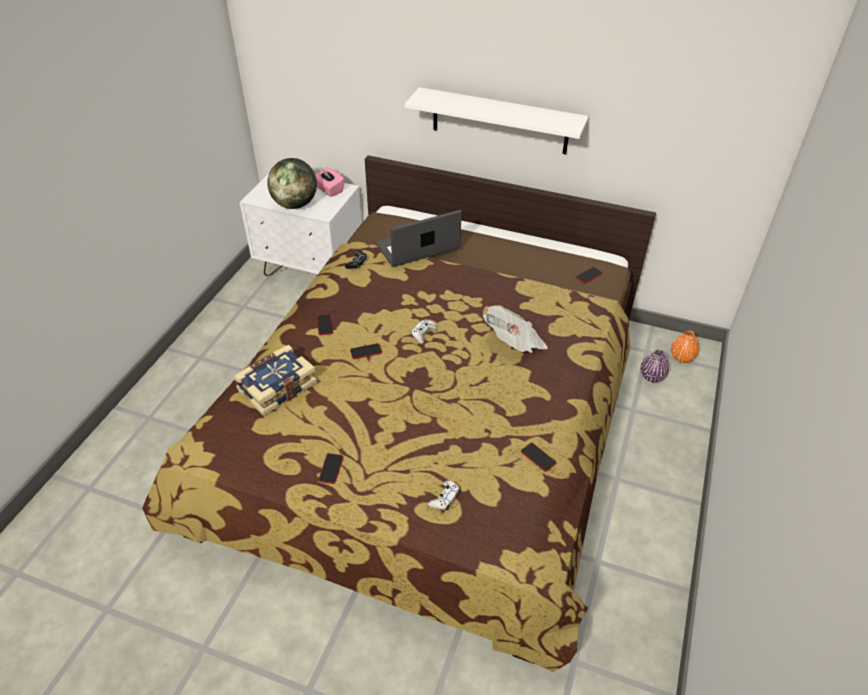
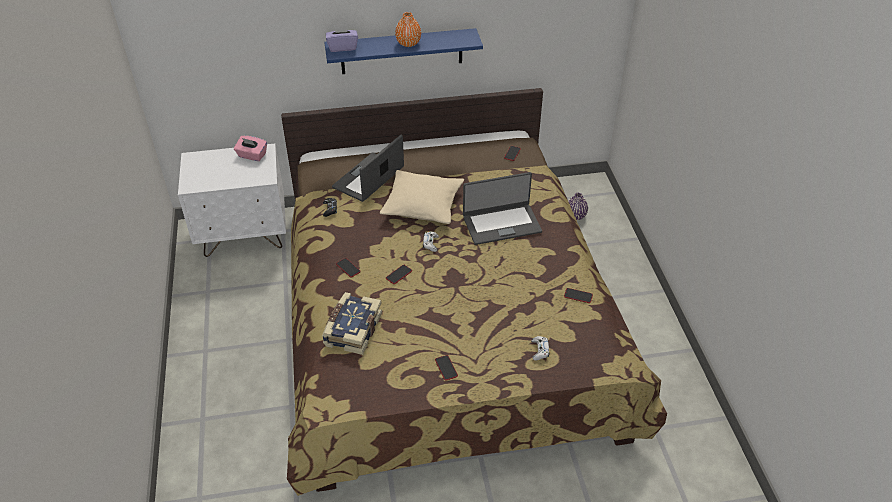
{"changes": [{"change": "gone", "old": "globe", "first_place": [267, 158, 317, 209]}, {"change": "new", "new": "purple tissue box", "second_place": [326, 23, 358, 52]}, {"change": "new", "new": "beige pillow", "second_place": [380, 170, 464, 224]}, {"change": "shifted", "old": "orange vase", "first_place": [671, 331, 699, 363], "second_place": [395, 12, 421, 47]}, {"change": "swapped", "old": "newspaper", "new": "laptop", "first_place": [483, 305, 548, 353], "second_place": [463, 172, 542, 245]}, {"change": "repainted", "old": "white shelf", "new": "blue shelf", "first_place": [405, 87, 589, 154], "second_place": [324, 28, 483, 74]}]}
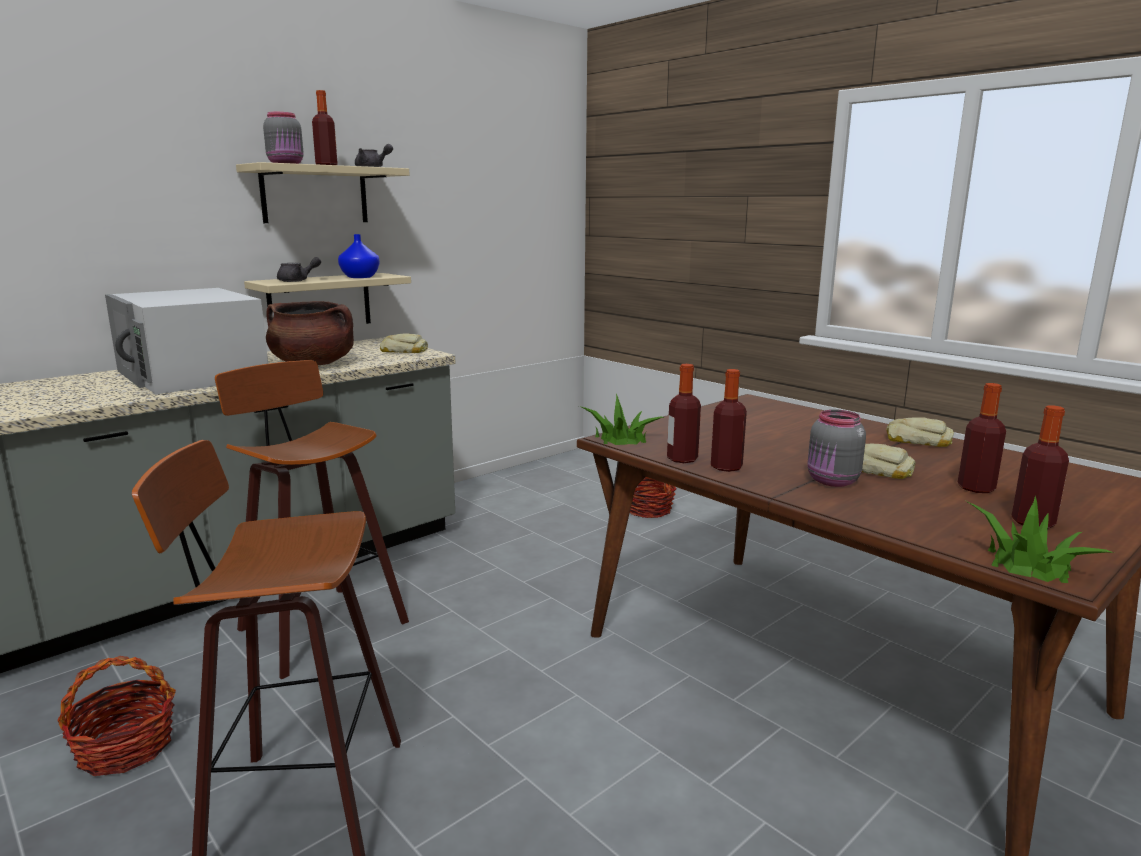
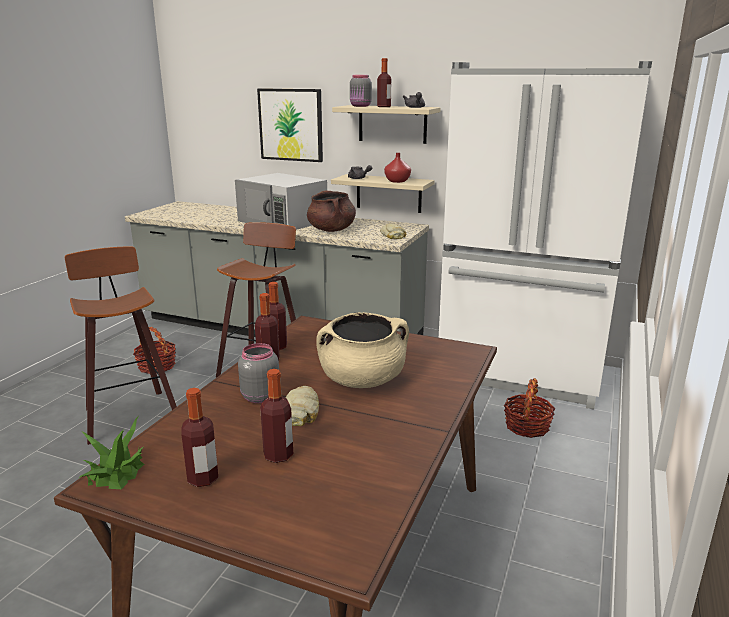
{"changes": [{"change": "gone", "old": "potted plant", "first_place": [579, 394, 664, 445]}, {"change": "gone", "old": "bread", "first_place": [886, 417, 954, 447]}, {"change": "new", "new": "picture", "second_place": [257, 88, 323, 162]}, {"change": "new", "new": "beige cooking pot", "second_place": [316, 312, 409, 388]}, {"change": "new", "new": "white fridge", "second_place": [439, 61, 652, 410]}, {"change": "repainted", "old": "blue vase", "new": "red vase", "first_place": [338, 234, 380, 278], "second_place": [384, 153, 411, 183]}, {"change": "rotated", "old": "white microwave", "first_place": [105, 288, 268, 394], "second_place": [235, 173, 327, 230], "degrees": -75}]}
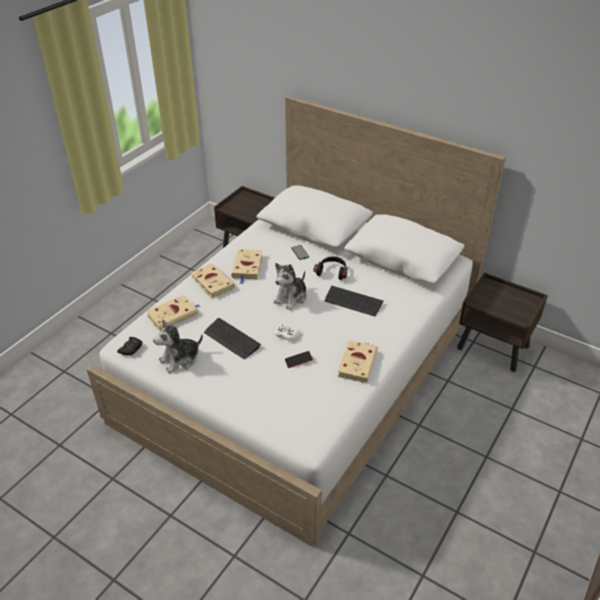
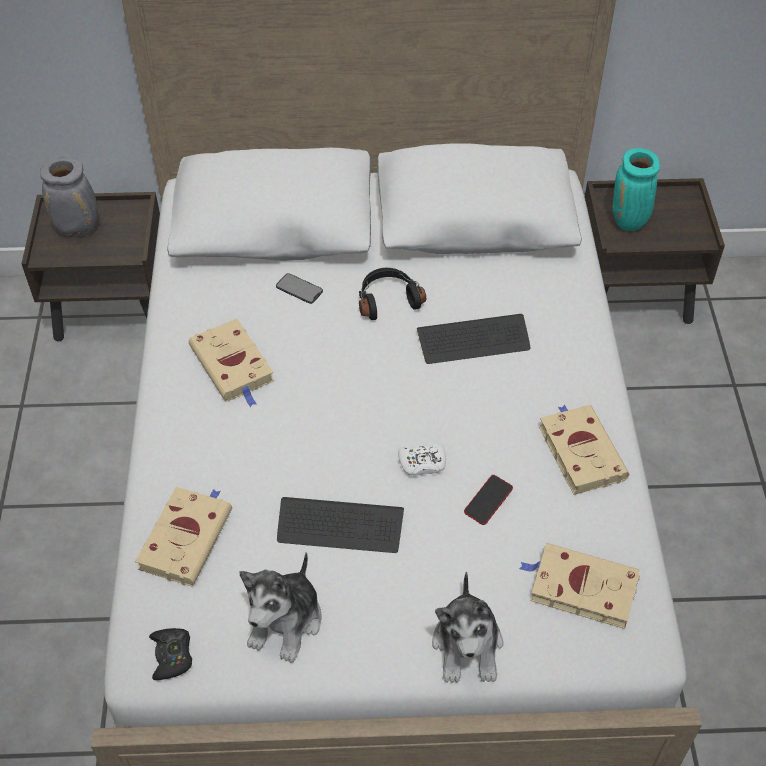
{"changes": [{"change": "new", "new": "grey vase", "second_place": [40, 158, 98, 237]}, {"change": "new", "new": "turquoise vase", "second_place": [613, 148, 660, 231]}, {"change": "shifted", "old": "beige book", "first_place": [191, 263, 235, 298], "second_place": [519, 543, 640, 629]}, {"change": "shifted", "old": "plush toy", "first_place": [274, 263, 307, 310], "second_place": [432, 572, 503, 683]}]}
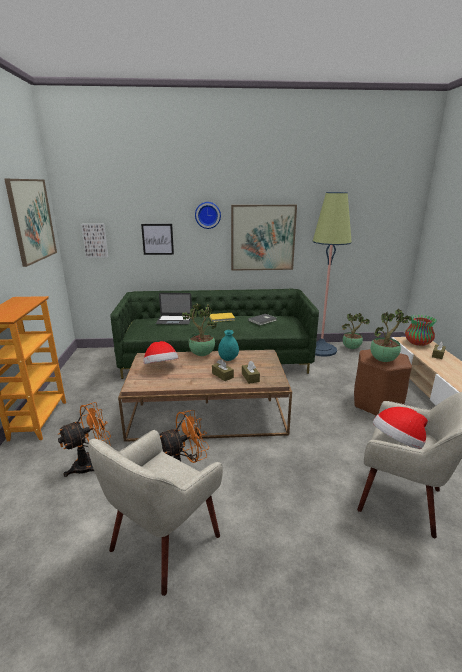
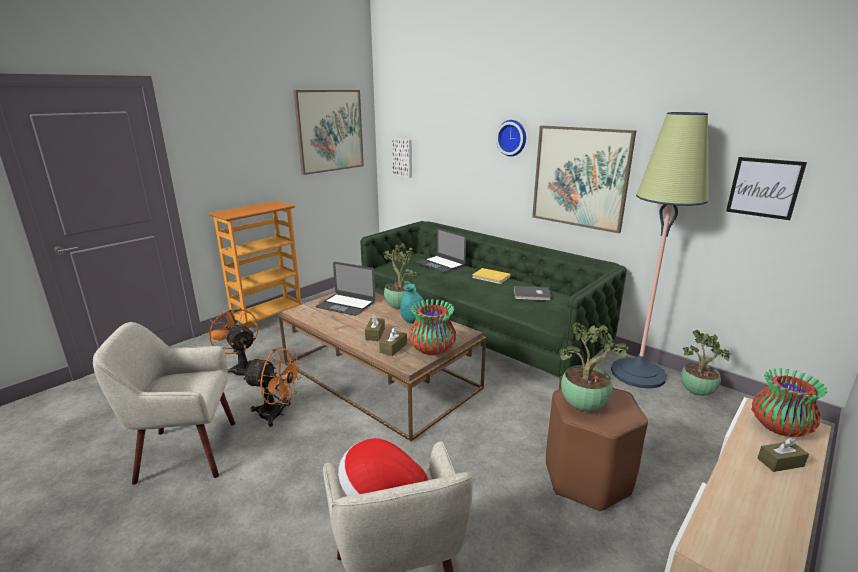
{"changes": [{"change": "new", "new": "vase", "second_place": [409, 299, 456, 355]}, {"change": "shifted", "old": "picture", "first_place": [141, 224, 174, 255], "second_place": [726, 157, 807, 220]}, {"change": "swapped", "old": "hat", "new": "laptop", "first_place": [143, 341, 178, 364], "second_place": [315, 262, 375, 316]}, {"change": "rotated", "old": "orange fan", "first_place": [58, 402, 111, 477], "second_place": [206, 306, 258, 376], "degrees": -135}]}
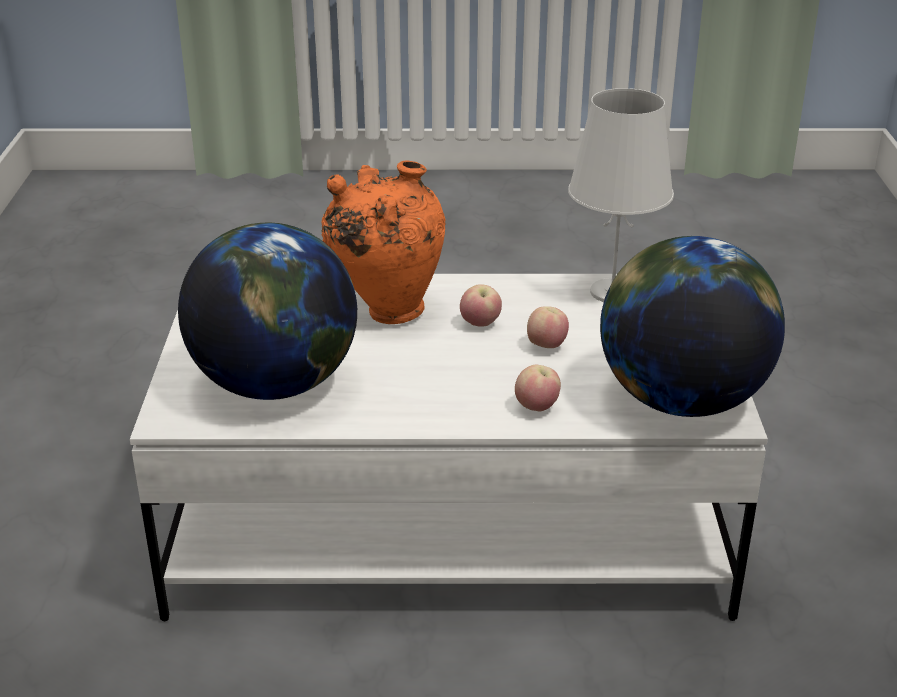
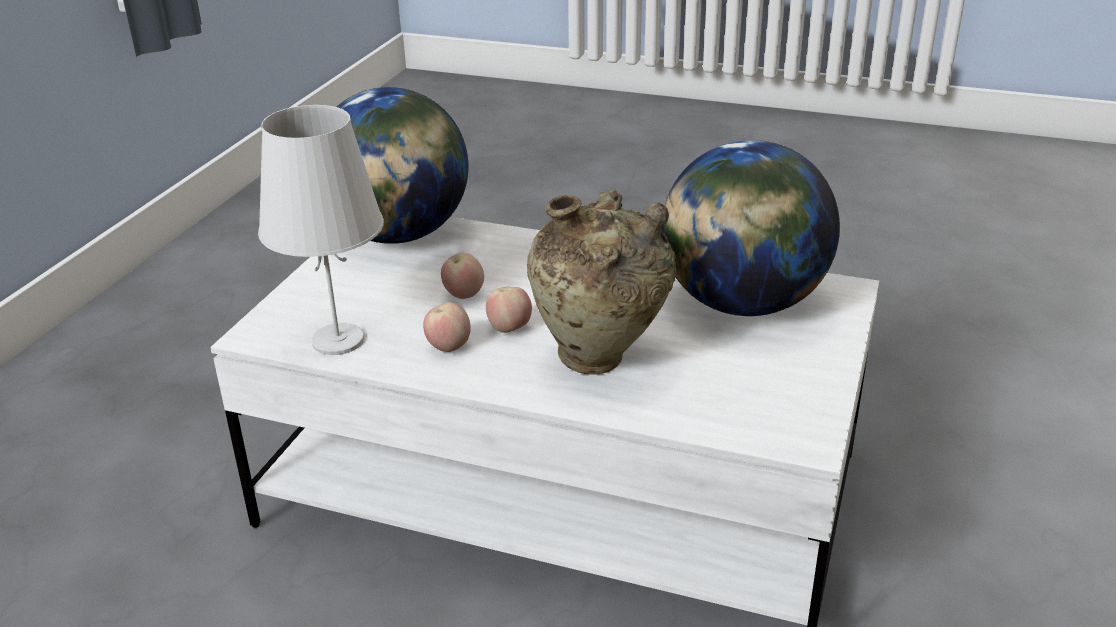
{"changes": [{"change": "shifted", "old": "apple", "first_place": [515, 365, 561, 411], "second_place": [423, 302, 471, 352]}, {"change": "repainted", "old": "orange vase", "new": "beige vase", "first_place": [321, 160, 446, 324], "second_place": [527, 189, 676, 375]}]}
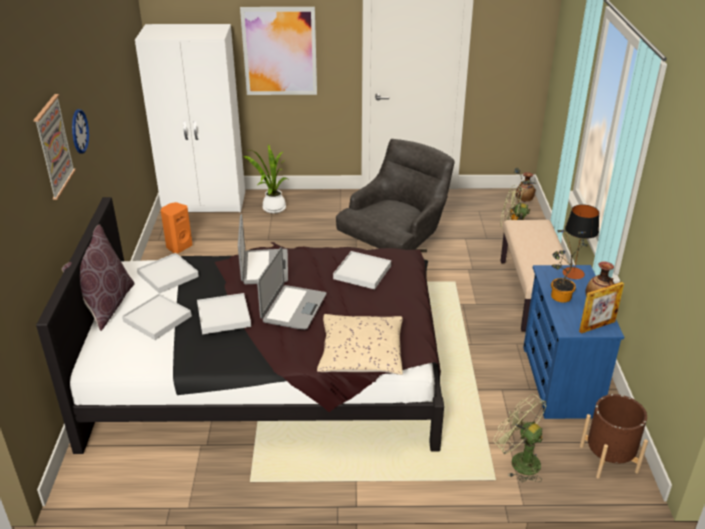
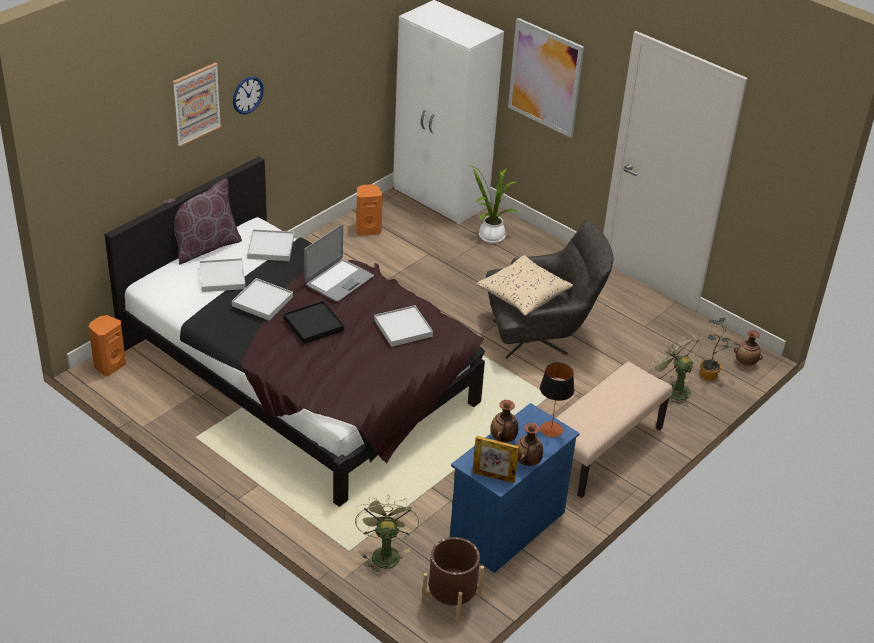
{"changes": [{"change": "new", "new": "orange speaker", "second_place": [89, 315, 126, 376]}, {"change": "shifted", "old": "beige pillow", "first_place": [317, 314, 403, 375], "second_place": [476, 255, 573, 316]}, {"change": "swapped", "old": "laptop", "new": "black tray", "first_place": [257, 247, 327, 330], "second_place": [284, 301, 344, 344]}, {"change": "swapped", "old": "potted plant", "new": "vase", "first_place": [551, 230, 588, 303], "second_place": [490, 400, 519, 442]}]}
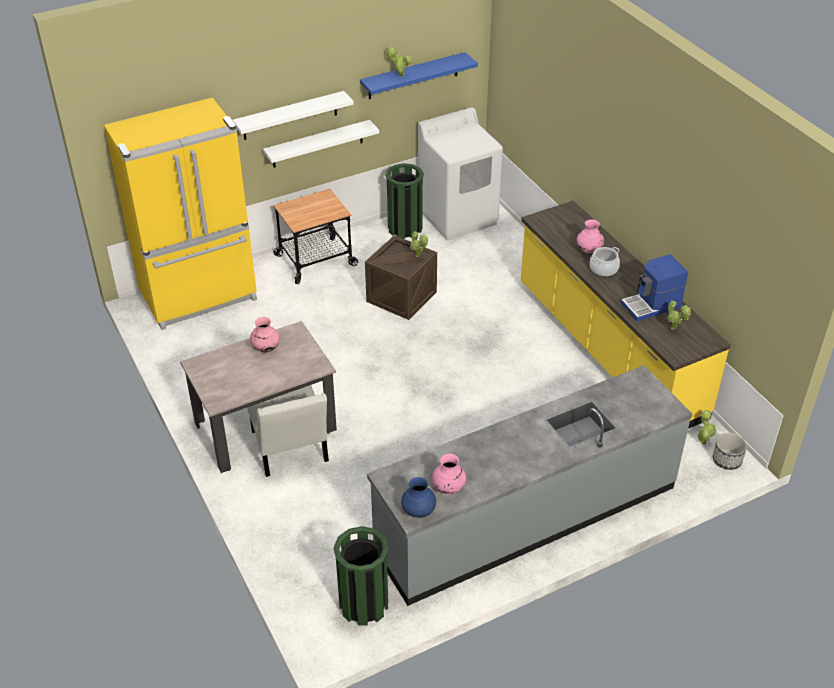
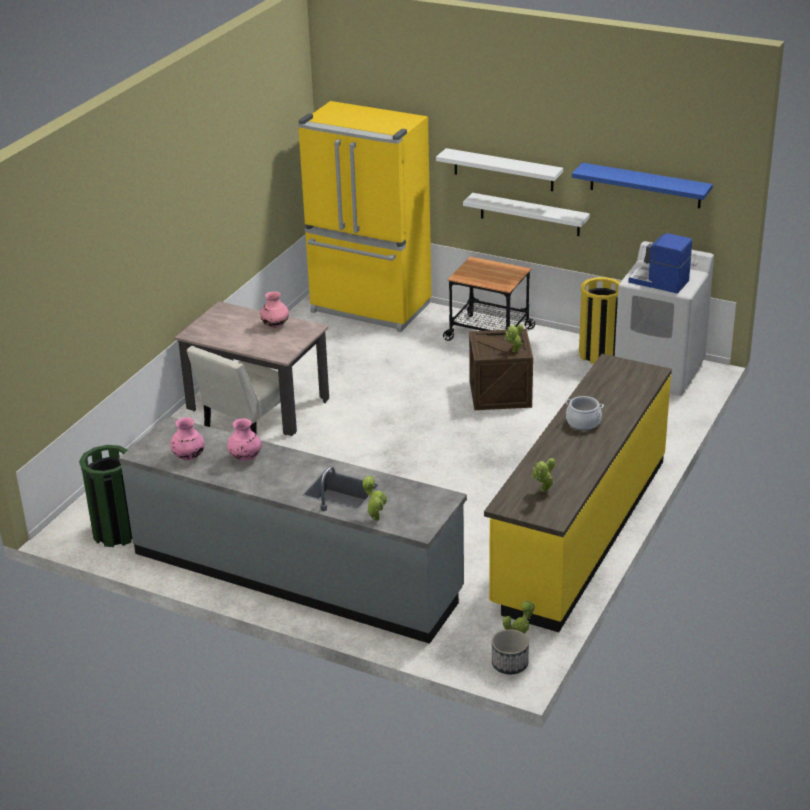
{"changes": [{"change": "gone", "old": "blue vase", "first_place": [401, 477, 436, 518]}, {"change": "shifted", "old": "potted plant", "first_place": [386, 47, 411, 77], "second_place": [363, 476, 387, 521]}, {"change": "shifted", "old": "pink vase", "first_place": [577, 220, 604, 253], "second_place": [227, 418, 262, 461]}, {"change": "shifted", "old": "coffee machine", "first_place": [621, 255, 688, 322], "second_place": [629, 233, 692, 294]}, {"change": "repainted", "old": "green trash can", "new": "yellow trash can", "first_place": [385, 163, 424, 239], "second_place": [579, 277, 620, 364]}]}
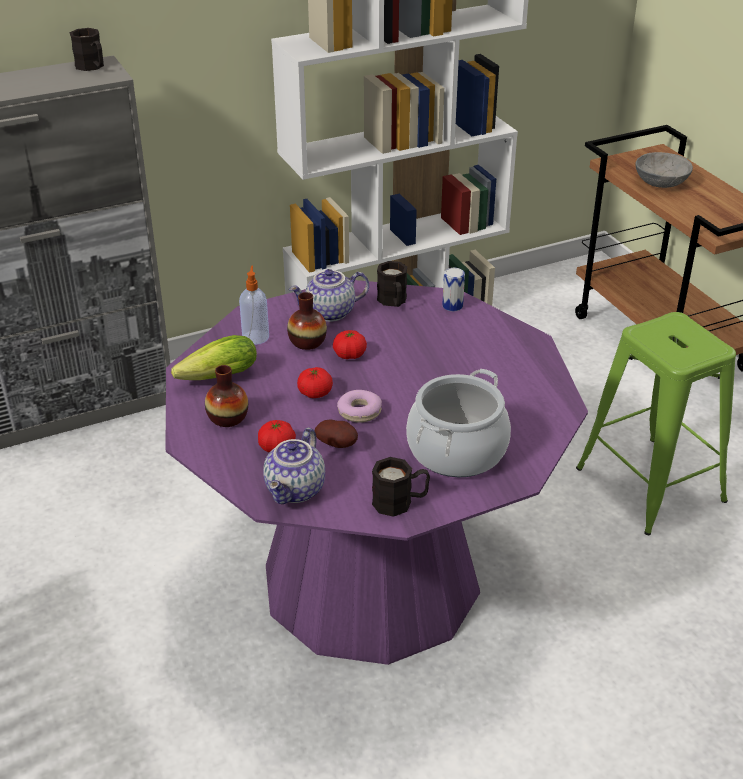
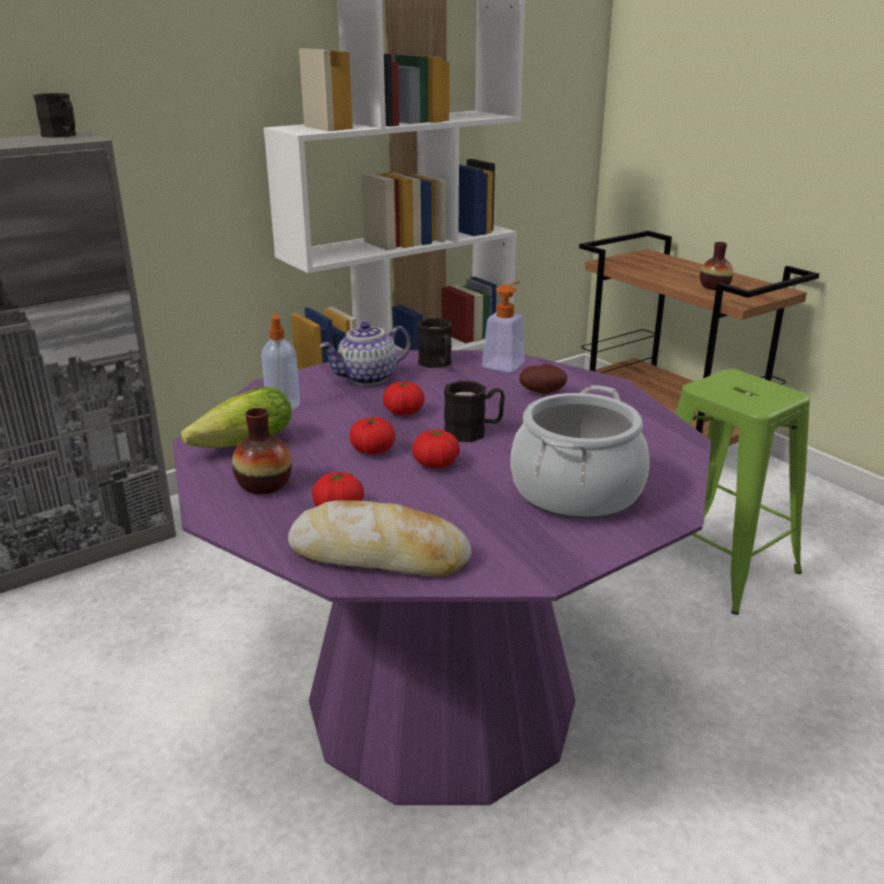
{"changes": [{"change": "gone", "old": "grey bowl", "first_place": [636, 152, 693, 188]}, {"change": "shifted", "old": "vase", "first_place": [287, 292, 327, 350], "second_place": [700, 242, 733, 290]}, {"change": "shifted", "old": "potato", "first_place": [315, 420, 358, 448], "second_place": [519, 364, 567, 394]}, {"change": "shifted", "old": "black mug", "first_place": [372, 457, 430, 517], "second_place": [444, 381, 505, 442]}, {"change": "swapped", "old": "teapot", "new": "bread", "first_place": [263, 427, 325, 504], "second_place": [288, 500, 472, 577]}, {"change": "swapped", "old": "donut", "new": "tomato", "first_place": [337, 390, 382, 423], "second_place": [412, 429, 460, 468]}, {"change": "swapped", "old": "can", "new": "soap dispenser", "first_place": [442, 268, 465, 311], "second_place": [482, 282, 525, 372]}]}
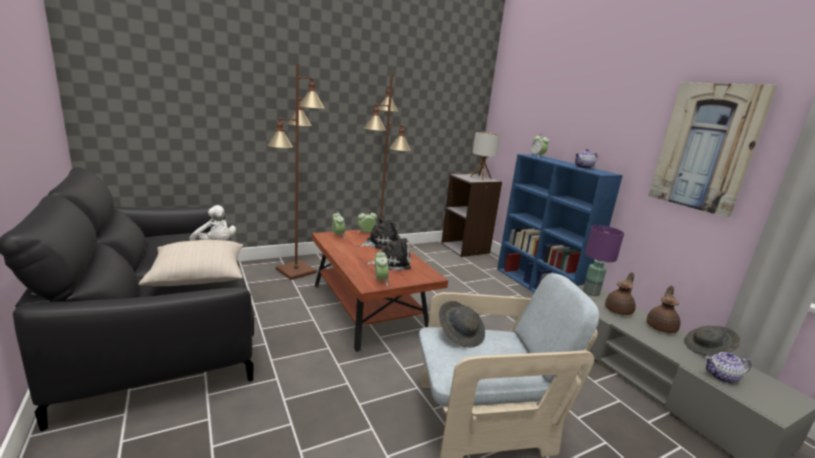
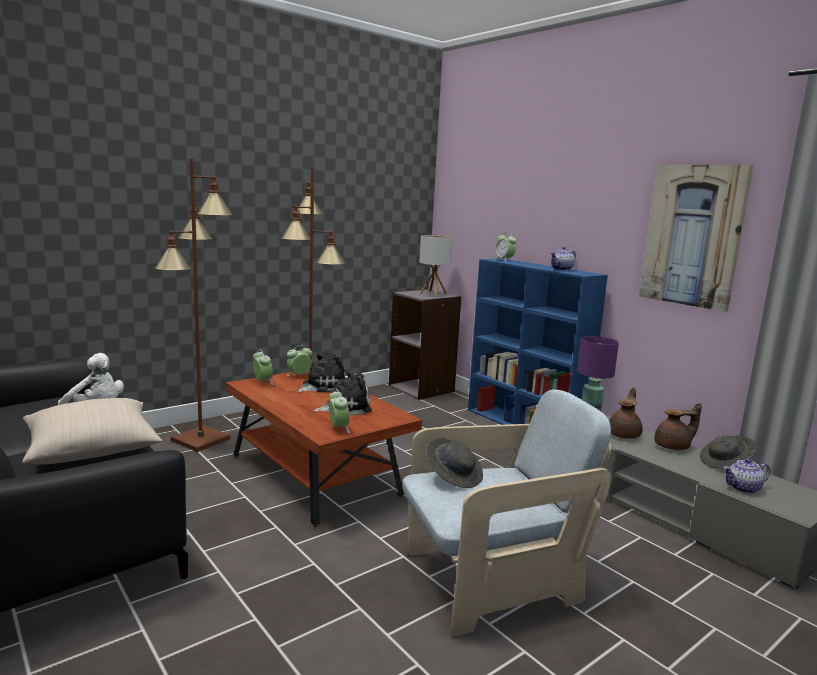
{"changes": [{"change": "rotated", "old": "brown teapot", "first_place": [647, 285, 681, 333], "second_place": [655, 403, 702, 450], "degrees": 60}]}
